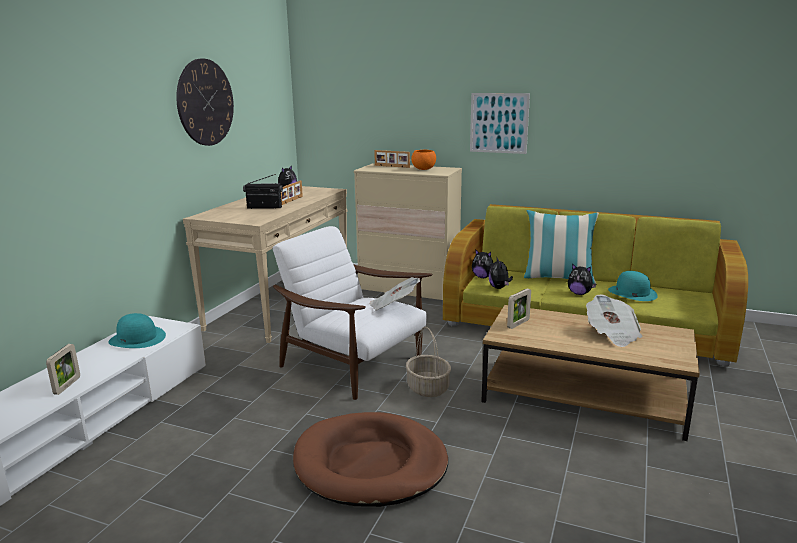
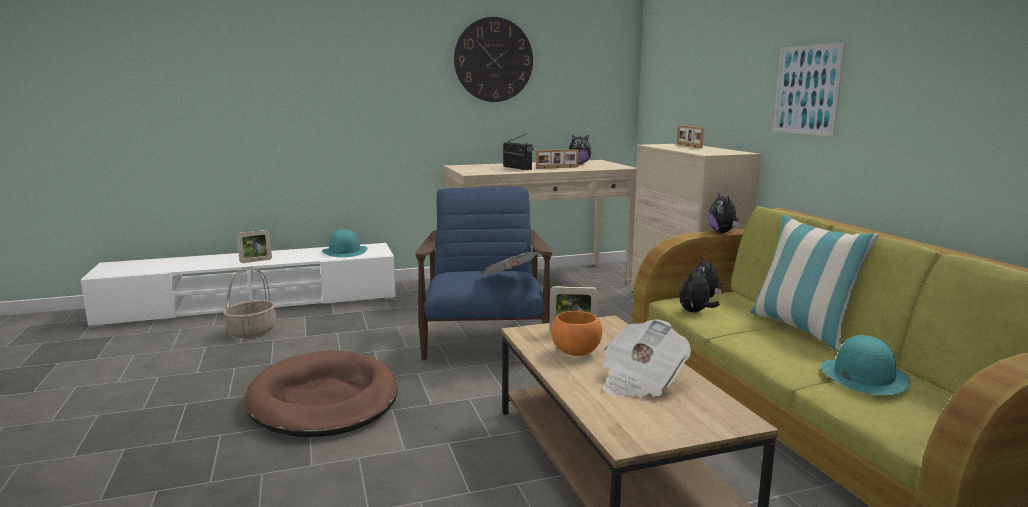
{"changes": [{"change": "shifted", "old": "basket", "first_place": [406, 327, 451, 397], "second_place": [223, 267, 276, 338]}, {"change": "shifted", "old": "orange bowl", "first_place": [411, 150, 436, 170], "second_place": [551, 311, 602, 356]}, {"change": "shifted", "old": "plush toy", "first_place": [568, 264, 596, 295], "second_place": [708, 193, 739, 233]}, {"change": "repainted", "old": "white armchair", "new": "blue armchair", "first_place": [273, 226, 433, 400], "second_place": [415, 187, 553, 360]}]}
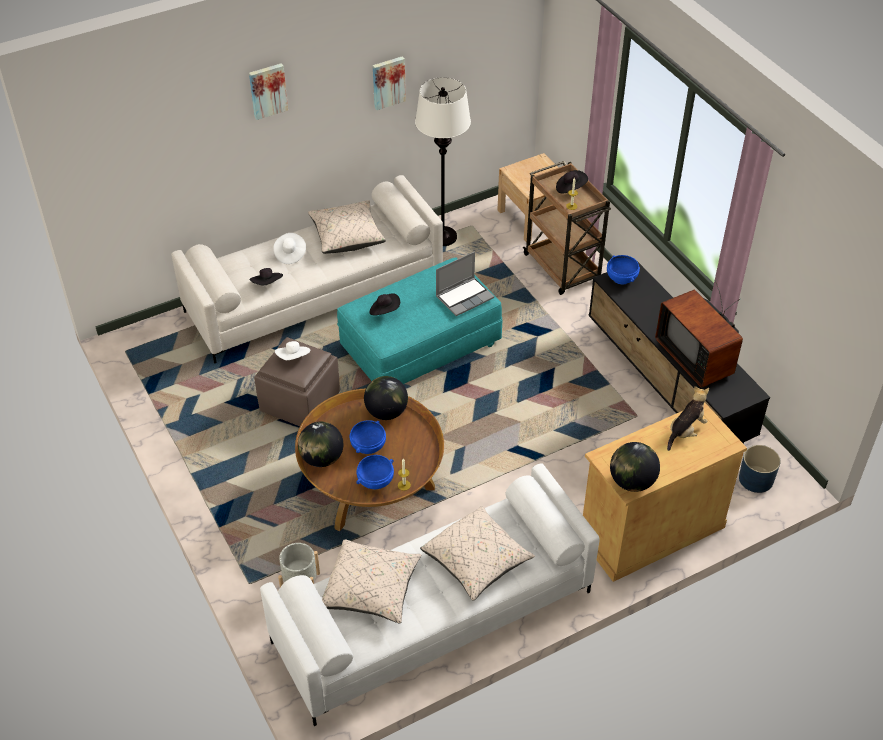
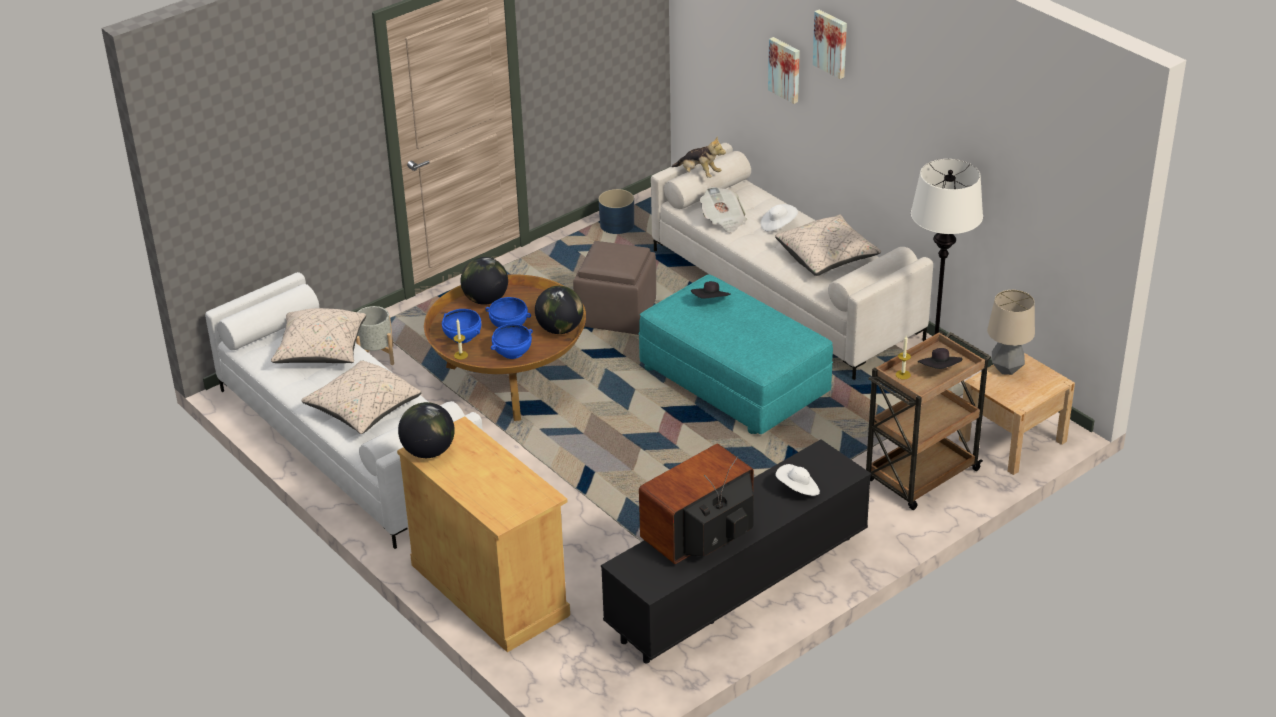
{"changes": [{"change": "gone", "old": "laptop", "first_place": [436, 252, 494, 316]}, {"change": "new", "new": "table lamp", "second_place": [987, 290, 1035, 375]}, {"change": "shifted", "old": "white hat", "first_place": [275, 341, 311, 360], "second_place": [775, 464, 820, 496]}, {"change": "shifted", "old": "picture", "first_place": [373, 56, 406, 110], "second_place": [768, 37, 800, 104]}, {"change": "shifted", "old": "blue bowl", "first_place": [607, 255, 640, 284], "second_place": [491, 324, 533, 359]}, {"change": "shifted", "old": "plush toy", "first_place": [667, 386, 709, 451], "second_place": [672, 136, 726, 178]}, {"change": "shifted", "old": "blue planter", "first_place": [739, 445, 781, 493], "second_place": [599, 189, 634, 234]}, {"change": "swapped", "old": "black hat", "new": "newspaper", "first_place": [250, 268, 283, 286], "second_place": [700, 186, 747, 233]}]}
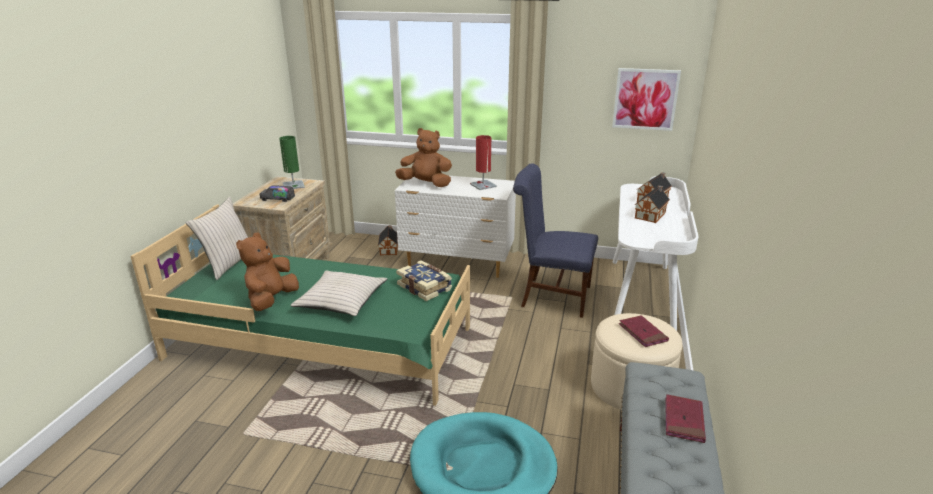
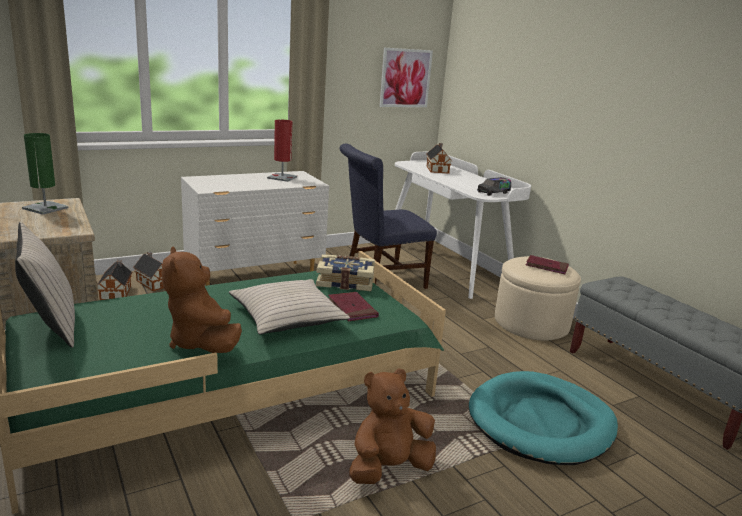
{"changes": [{"change": "shifted", "old": "toy truck", "first_place": [259, 185, 295, 202], "second_place": [477, 177, 511, 196]}, {"change": "shifted", "old": "brown plush toy", "first_place": [395, 128, 452, 187], "second_place": [349, 368, 436, 484]}, {"change": "shifted", "old": "toy house", "first_place": [635, 185, 670, 223], "second_place": [97, 260, 132, 300]}, {"change": "shifted", "old": "red book", "first_place": [665, 394, 706, 443], "second_place": [328, 292, 379, 321]}]}
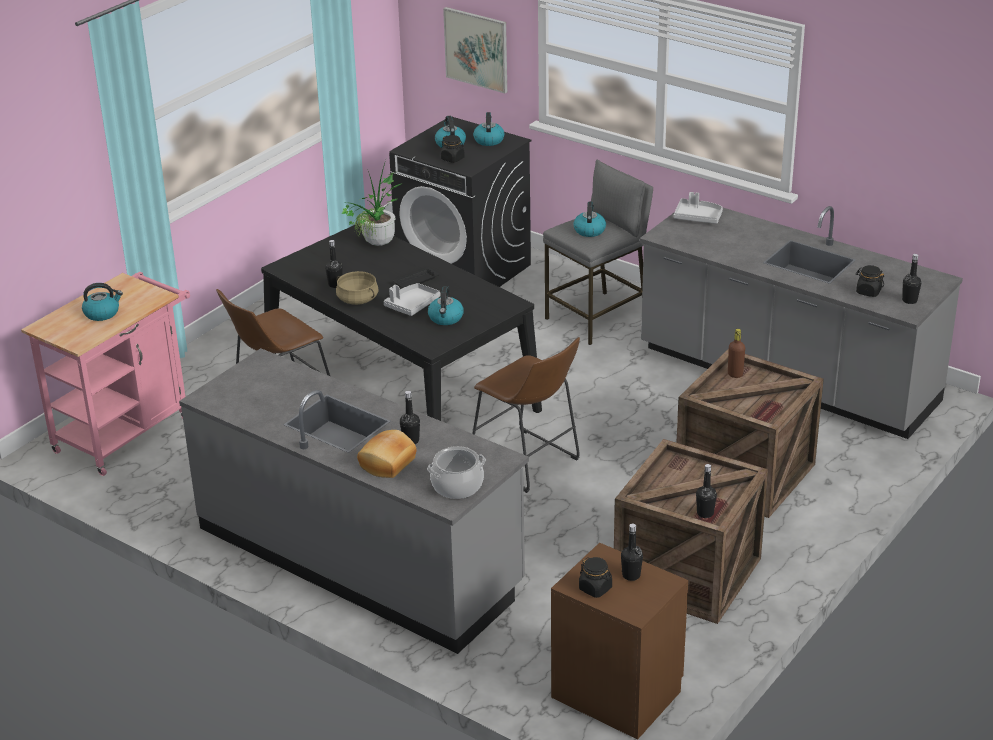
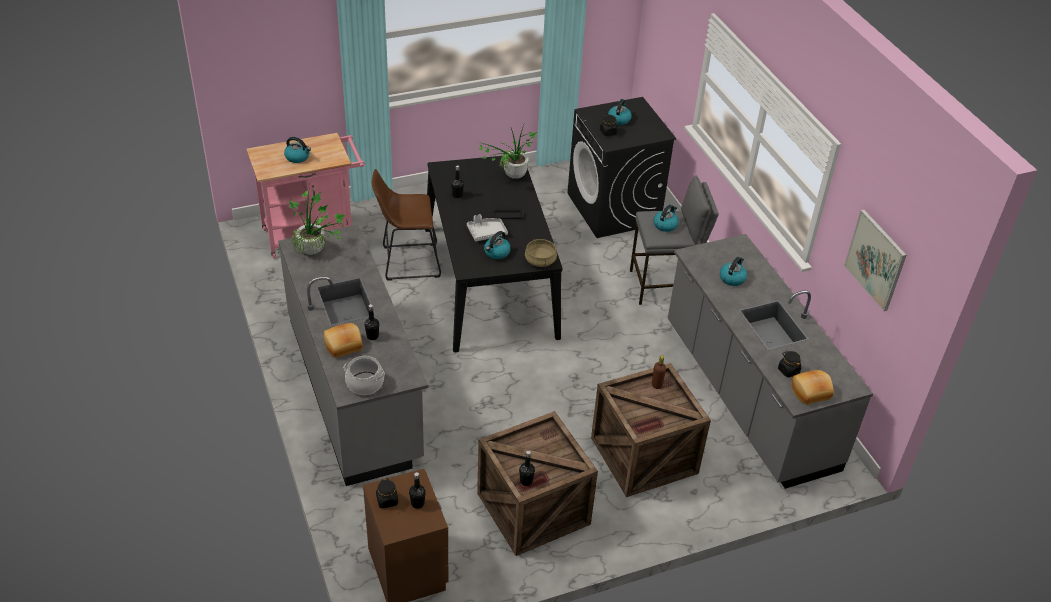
{"changes": [{"change": "gone", "old": "brown stool", "first_place": [472, 337, 580, 493]}, {"change": "gone", "old": "grey tray", "first_place": [674, 192, 723, 224]}, {"change": "new", "new": "potted plant", "second_place": [289, 185, 345, 255]}, {"change": "shifted", "old": "beige cooking pot", "first_place": [336, 271, 379, 305], "second_place": [525, 239, 557, 267]}, {"change": "shifted", "old": "picture", "first_place": [443, 7, 507, 93], "second_place": [844, 210, 907, 311]}, {"change": "shifted", "old": "kettle", "first_place": [473, 112, 504, 146], "second_place": [720, 257, 747, 286]}, {"change": "swapped", "old": "black bottle", "new": "bread", "first_place": [902, 254, 921, 304], "second_place": [792, 370, 834, 405]}]}
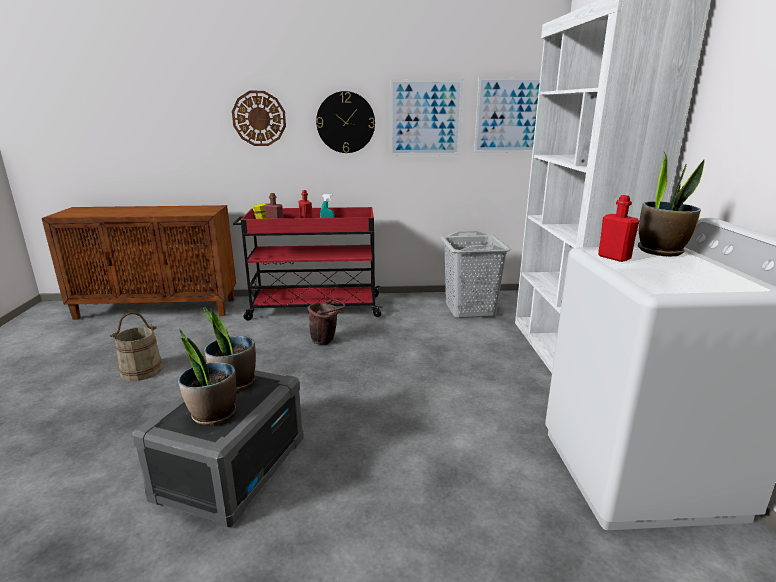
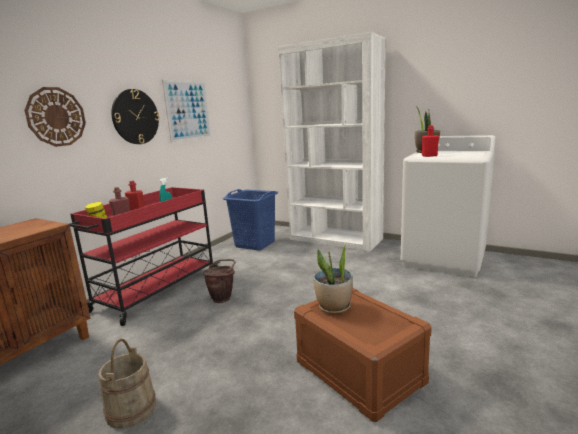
{"changes": [{"change": "gone", "old": "potted plant", "first_place": [178, 329, 236, 426]}, {"change": "gone", "old": "picture", "first_place": [474, 77, 540, 153]}, {"change": "repainted", "old": "grey storage box", "new": "brown storage box", "first_place": [132, 370, 304, 527], "second_place": [294, 288, 432, 422]}, {"change": "repainted", "old": "grey laundry basket", "new": "blue laundry basket", "first_place": [440, 231, 511, 318], "second_place": [223, 189, 278, 251]}]}
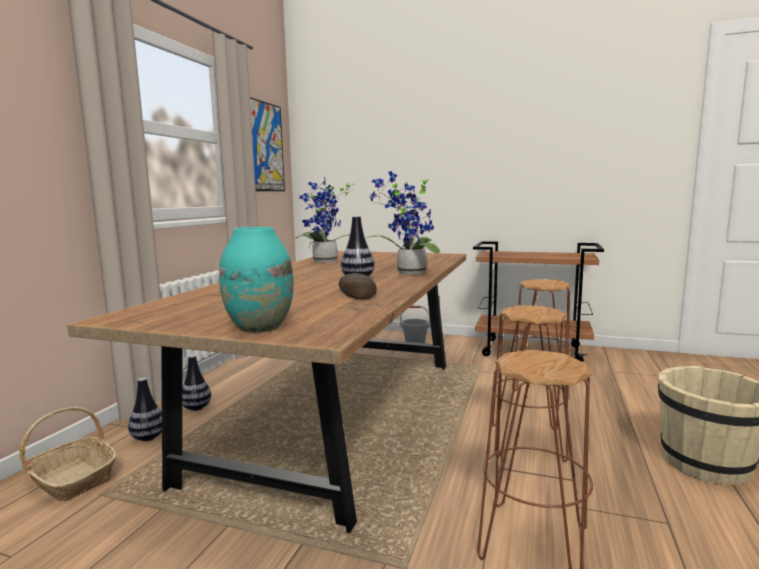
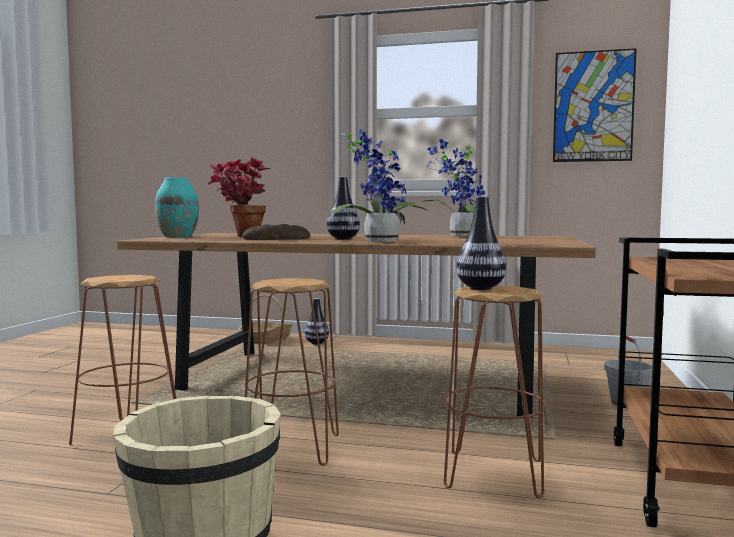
{"changes": [{"change": "new", "new": "potted plant", "second_place": [208, 157, 271, 238]}, {"change": "shifted", "old": "vase", "first_place": [182, 355, 211, 411], "second_place": [456, 196, 506, 290]}]}
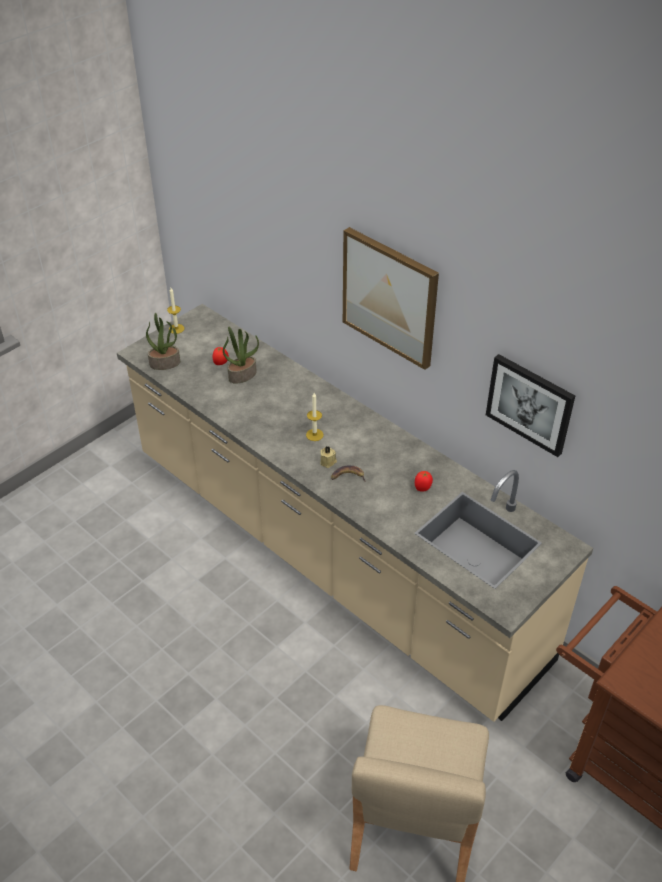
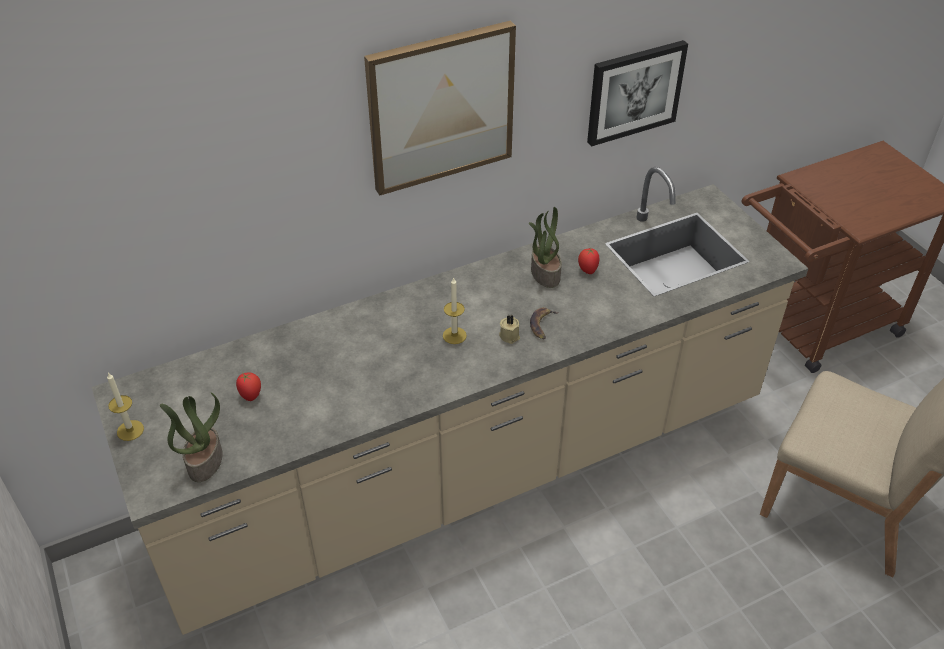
{"changes": [{"change": "shifted", "old": "potted plant", "first_place": [223, 327, 259, 384], "second_place": [529, 207, 562, 288]}]}
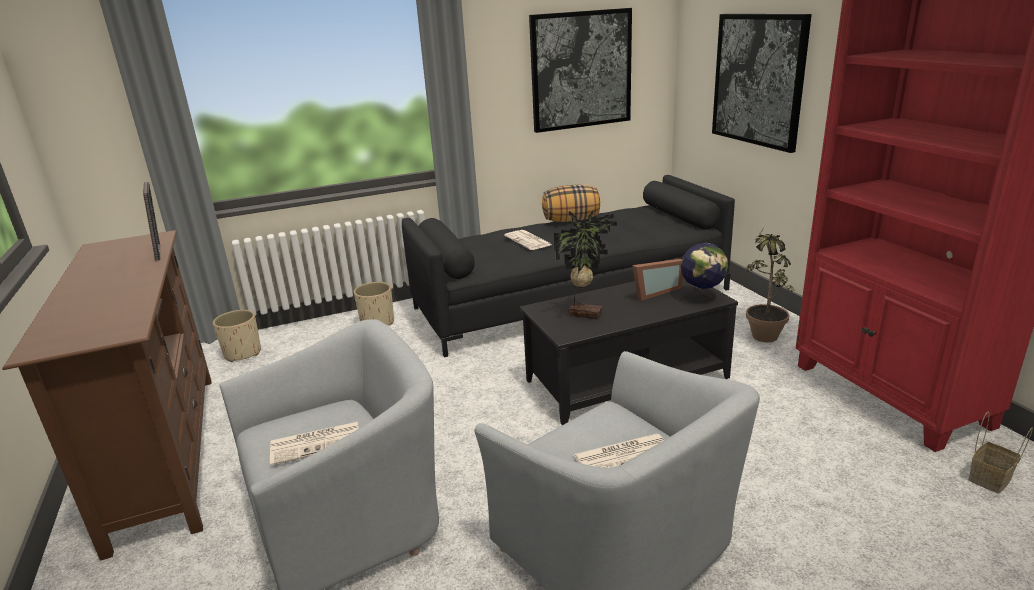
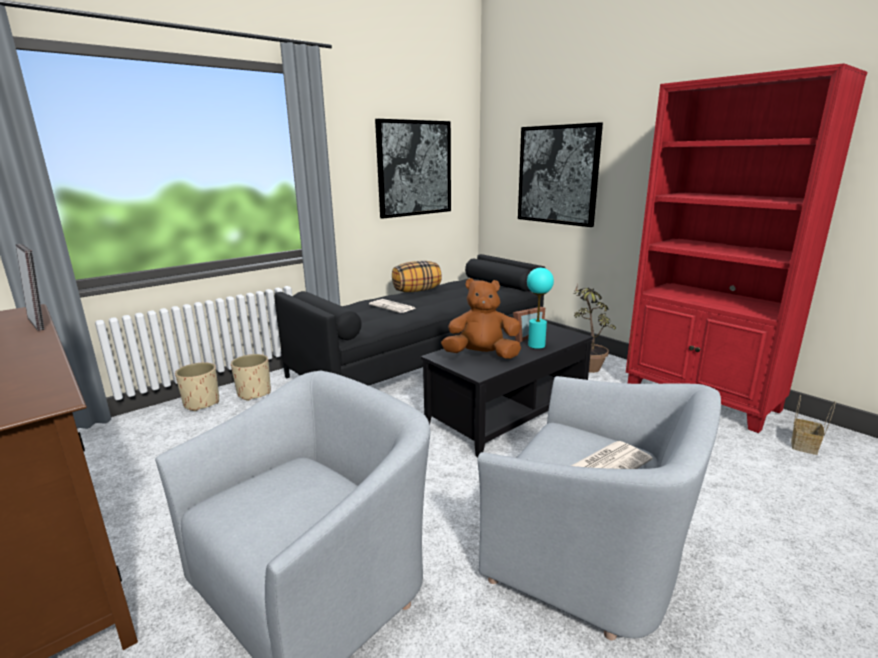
{"changes": [{"change": "gone", "old": "newspaper", "first_place": [270, 422, 359, 466]}, {"change": "gone", "old": "globe", "first_place": [681, 243, 728, 303]}, {"change": "new", "new": "turquoise table lamp", "second_place": [527, 268, 554, 349]}, {"change": "shifted", "old": "beige planter", "first_place": [213, 310, 261, 362], "second_place": [175, 362, 219, 411]}, {"change": "swapped", "old": "potted plant", "new": "brown plush toy", "first_place": [554, 209, 617, 320], "second_place": [441, 278, 521, 359]}]}
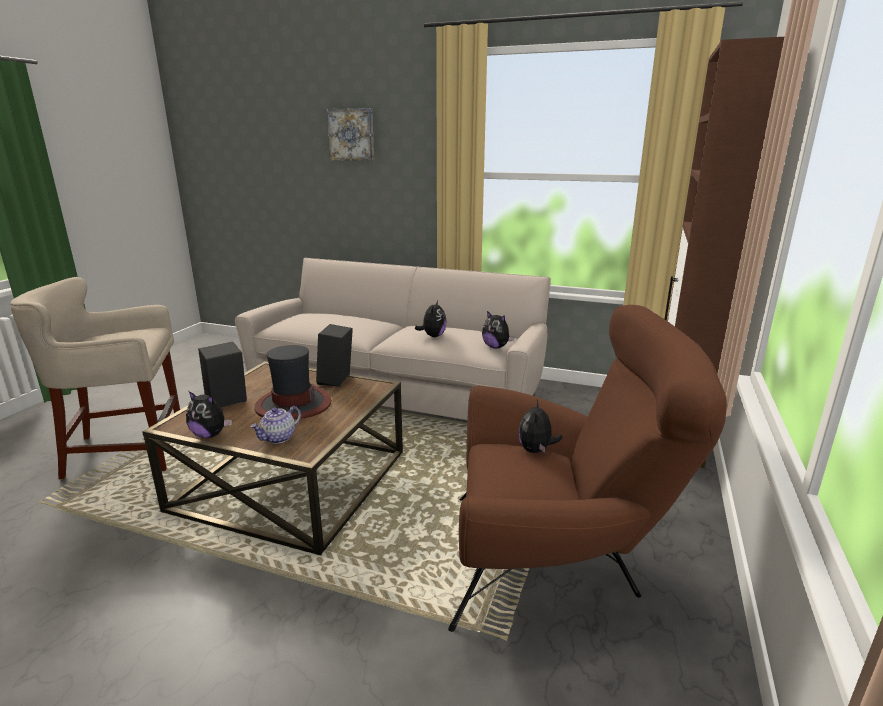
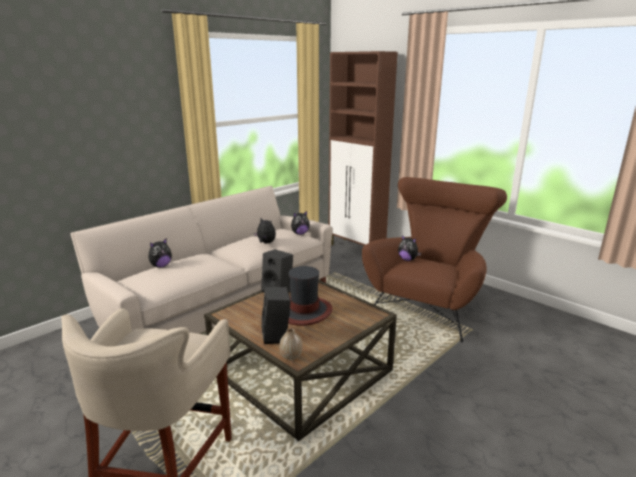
{"changes": [{"change": "gone", "old": "teapot", "first_place": [250, 406, 301, 444]}, {"change": "gone", "old": "picture", "first_place": [326, 108, 374, 161]}, {"change": "new", "new": "vase", "second_place": [279, 328, 303, 360]}, {"change": "shifted", "old": "plush toy", "first_place": [186, 391, 232, 438], "second_place": [148, 239, 172, 268]}]}
